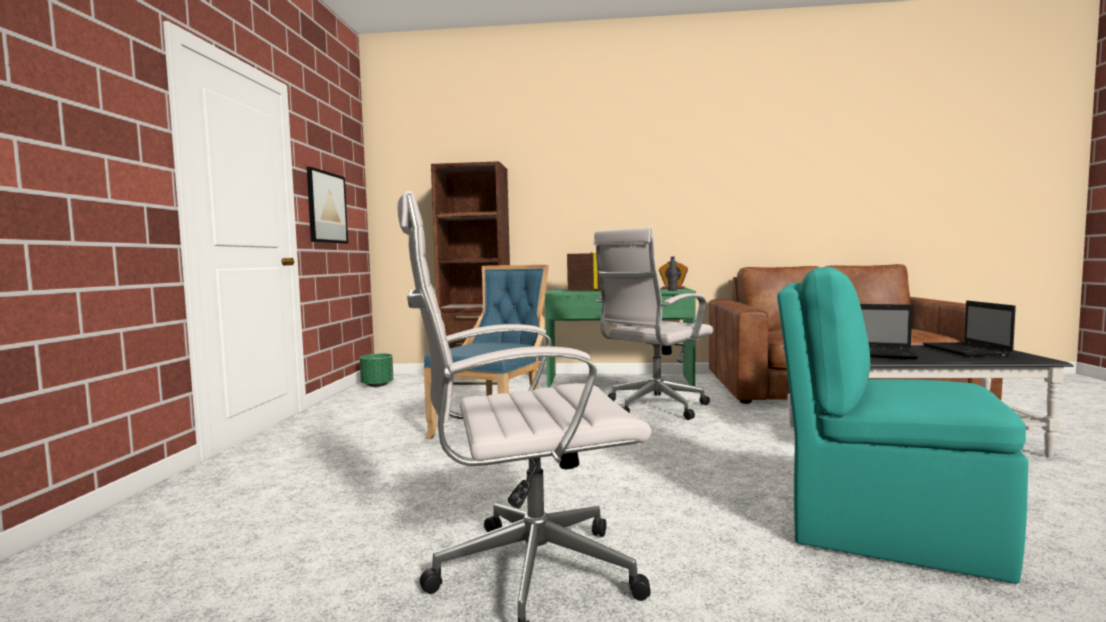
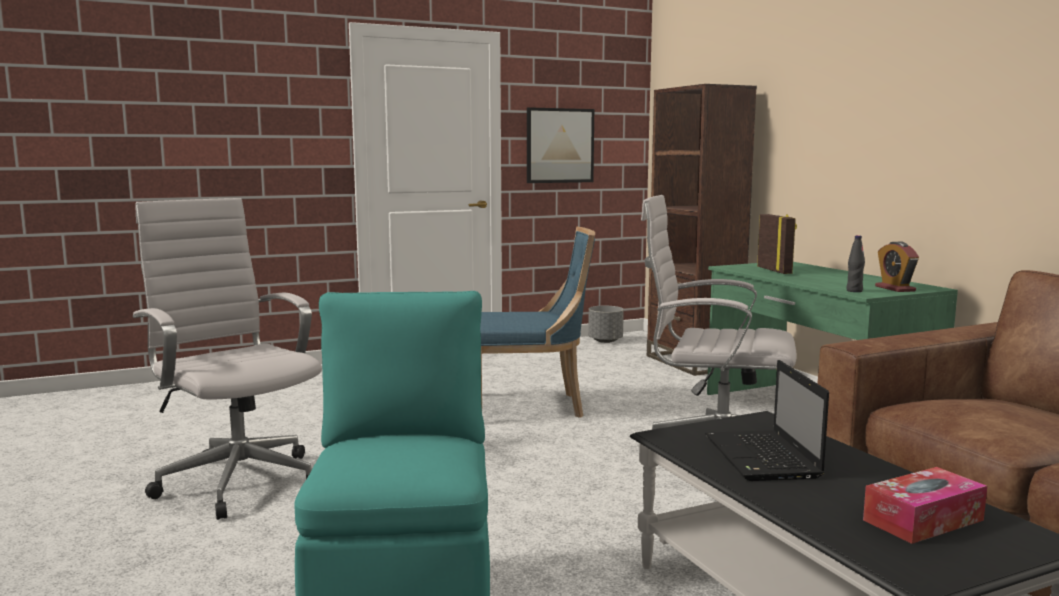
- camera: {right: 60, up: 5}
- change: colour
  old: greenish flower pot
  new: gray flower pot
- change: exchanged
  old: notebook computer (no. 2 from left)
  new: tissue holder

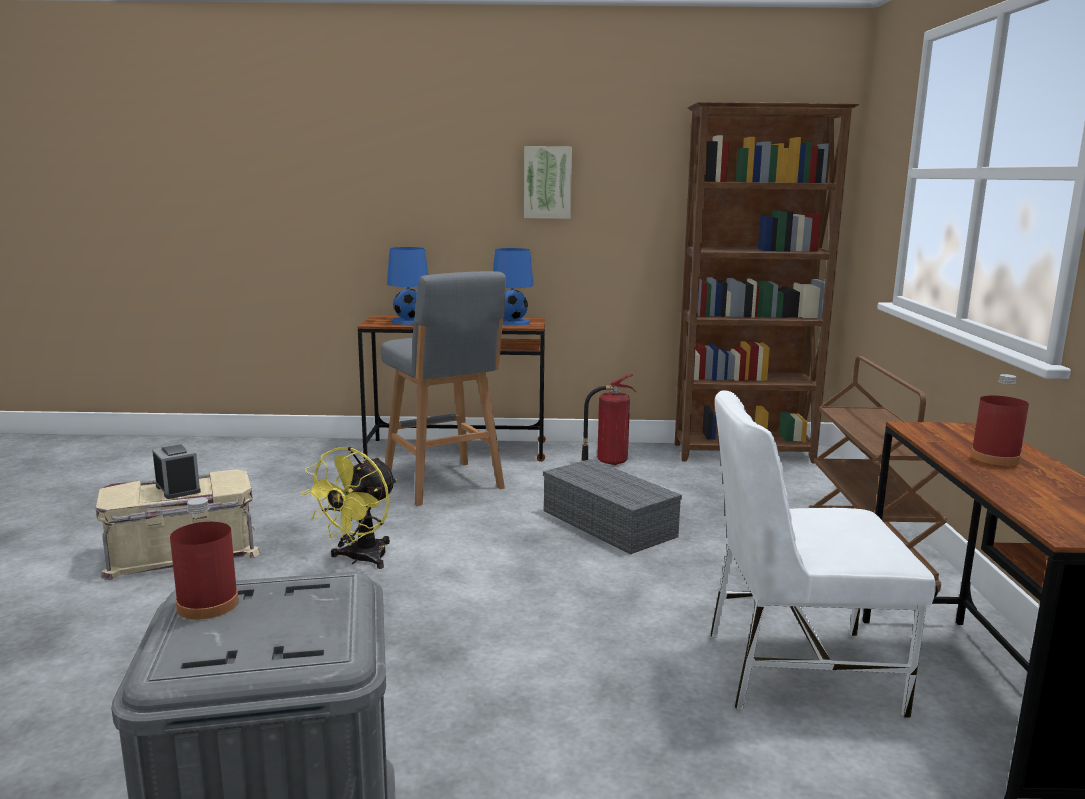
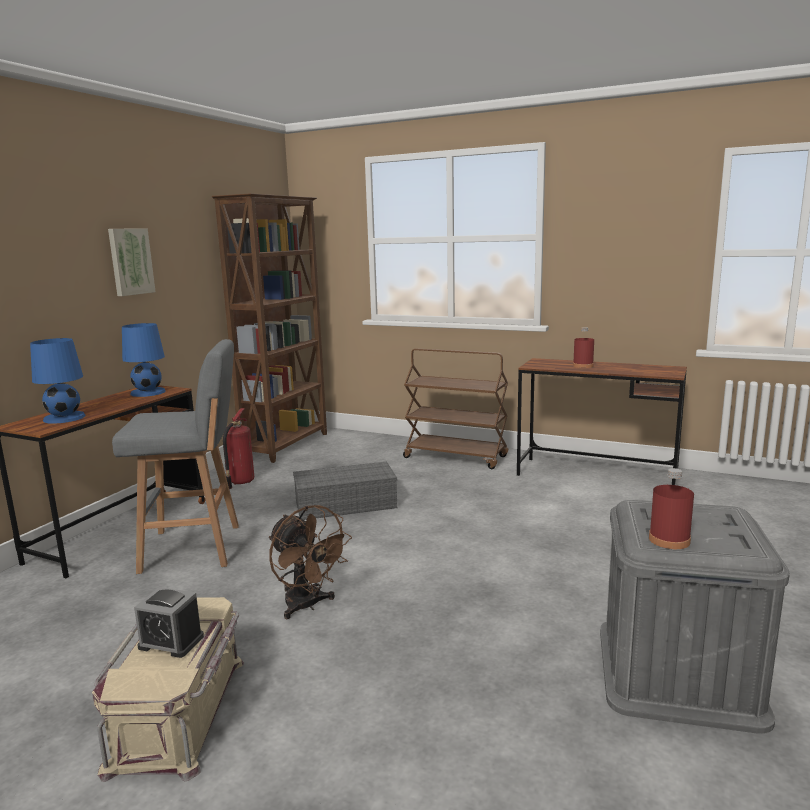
- camera: {right: -65, up: 0}
- change: spun
  old: alarm clock
  degrees: -150
- change: colour
  old: yellow fan
  new: brown-coloured fan
- change: missing
  old: white plain chair

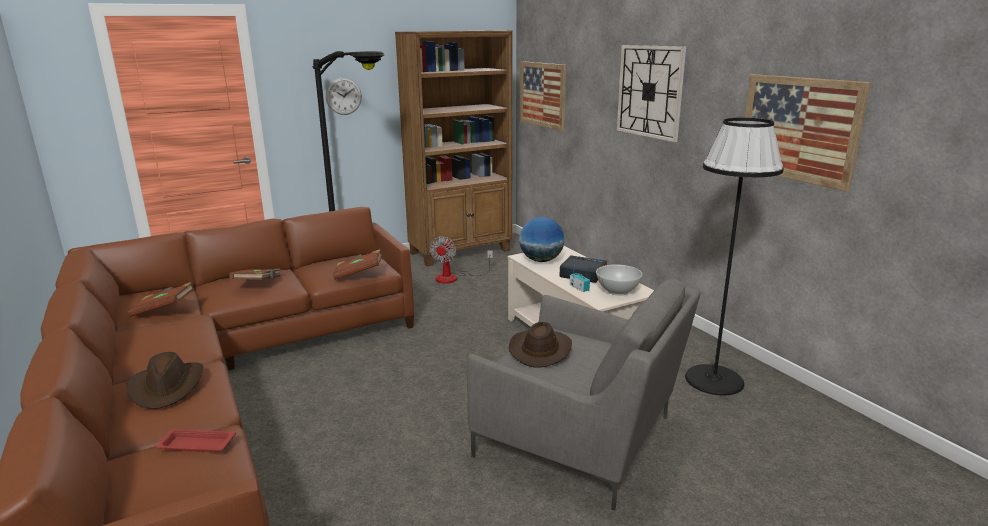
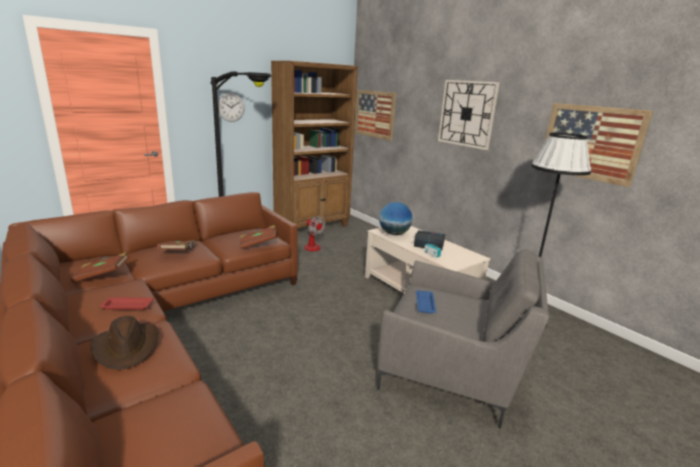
- camera: {right: -10, up: 0}
- change: relocated
  old: reddish serving tray
- change: spun
  old: fan
  degrees: -45
- change: exchanged
  old: brown-coloured hat (no. 2 from left)
  new: blue serving tray
- change: missing
  old: white serving bowl

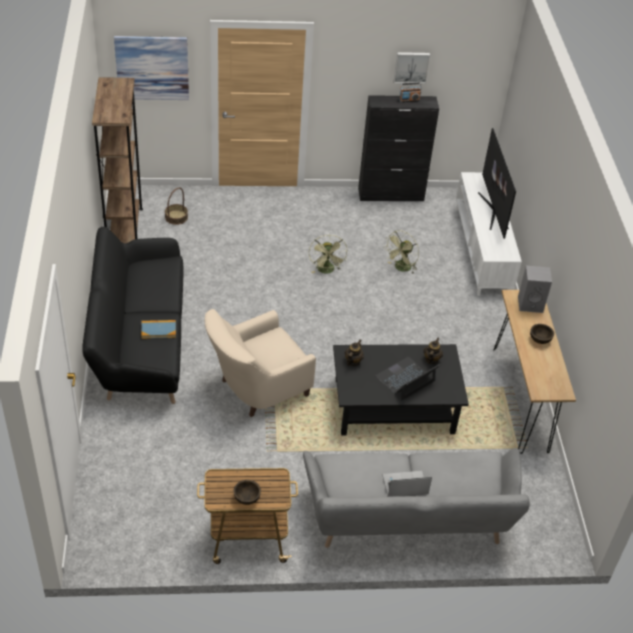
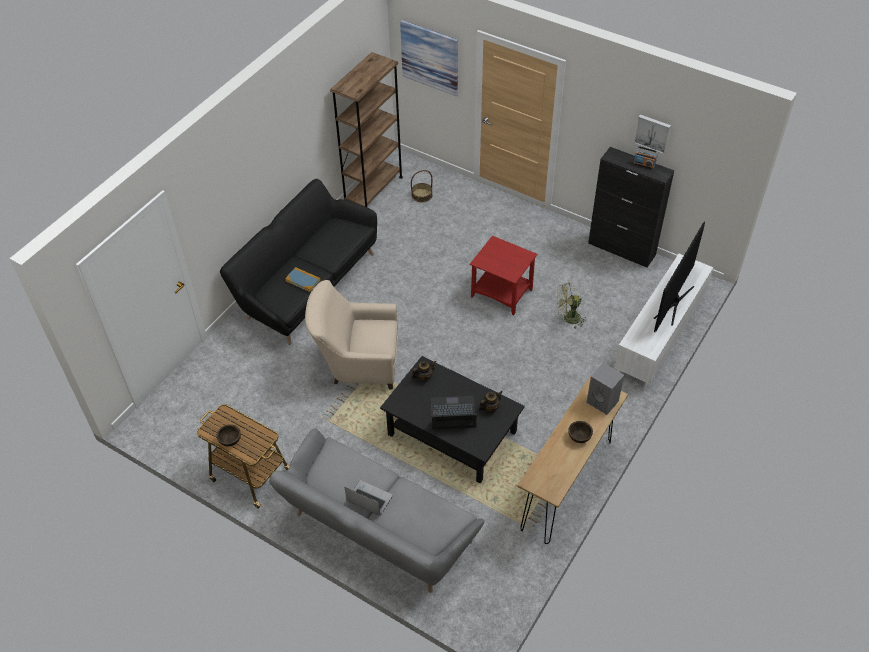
- camera: {right: 40, up: 5}
- change: exchanged
  old: greenish fan (no. 1 from left)
  new: reddish accent table

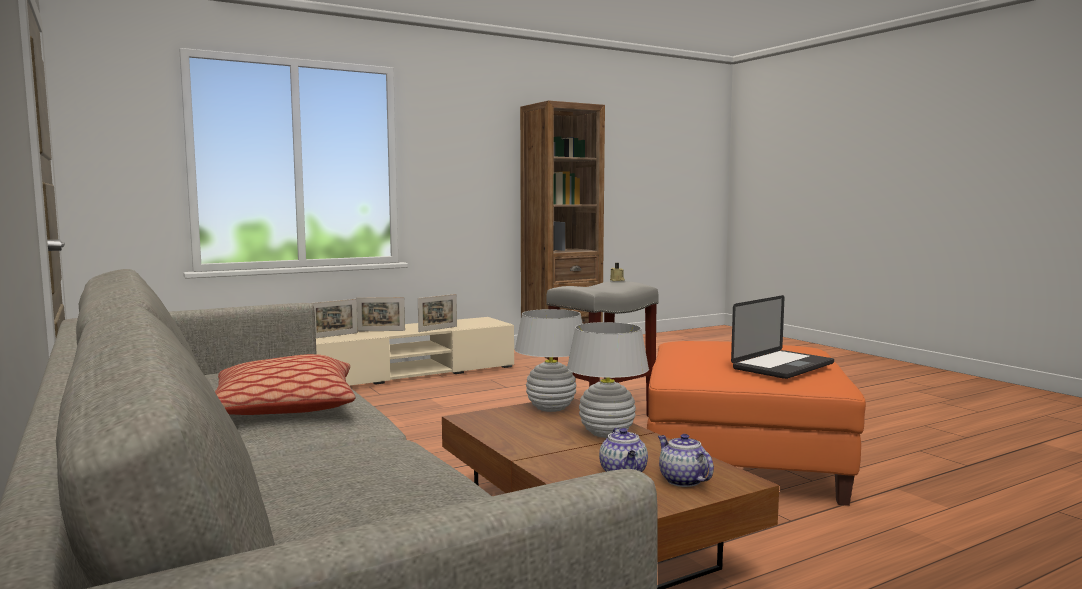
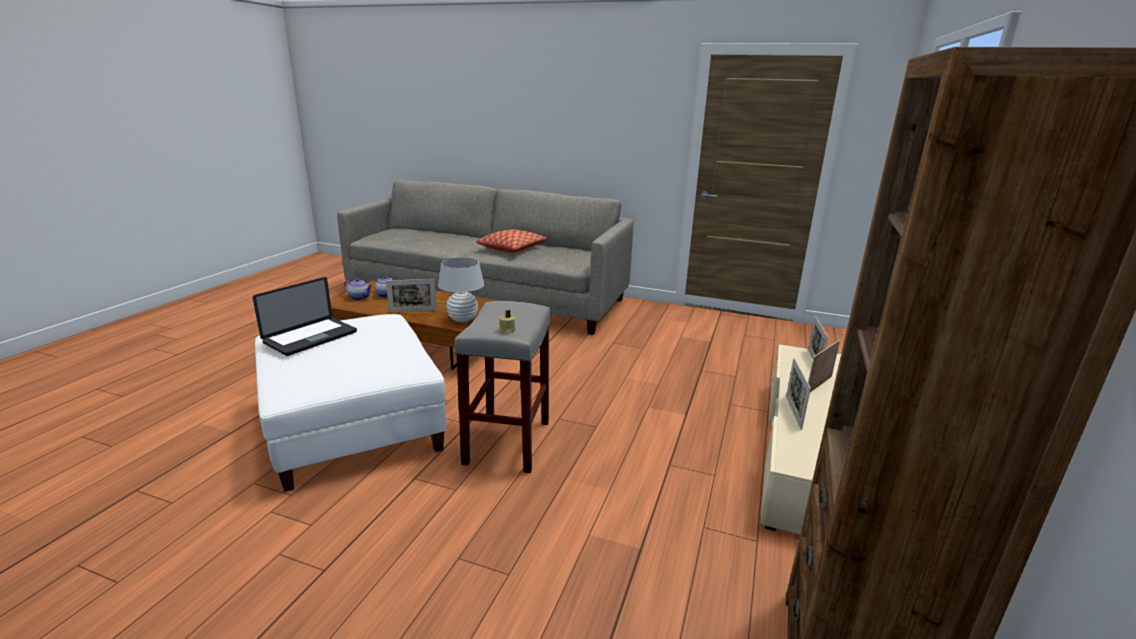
- camera: {right: 140, up: 15}
- change: exchanged
  old: white table lamp (no. 2 from left)
  new: picture frame (no. 1 from left)
- change: colour
  old: orange footrest
  new: white footrest
- change: spun
  old: notebook computer
  degrees: -150

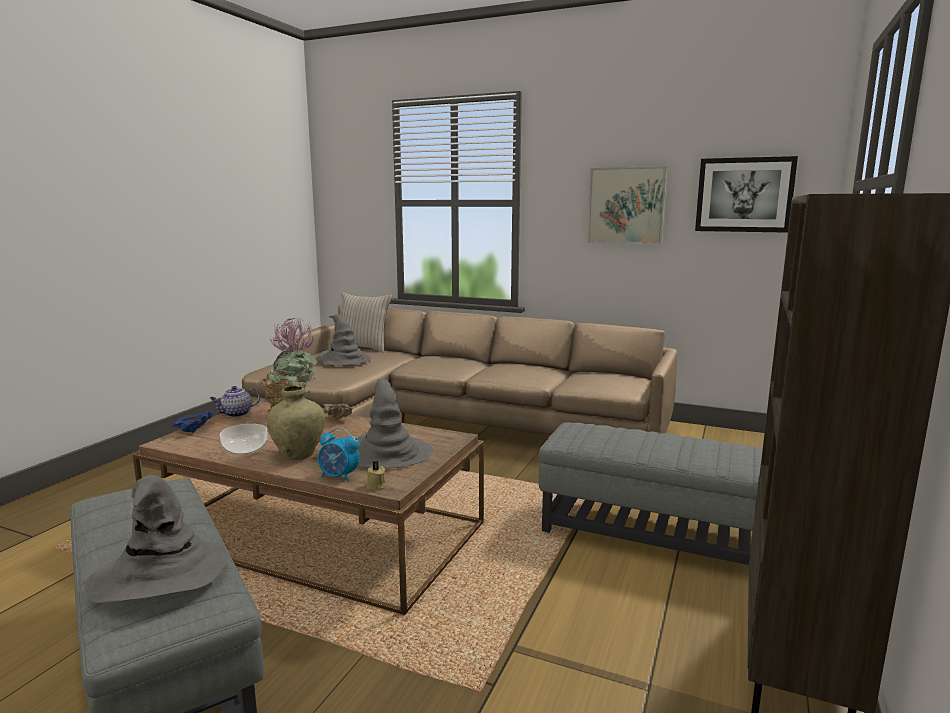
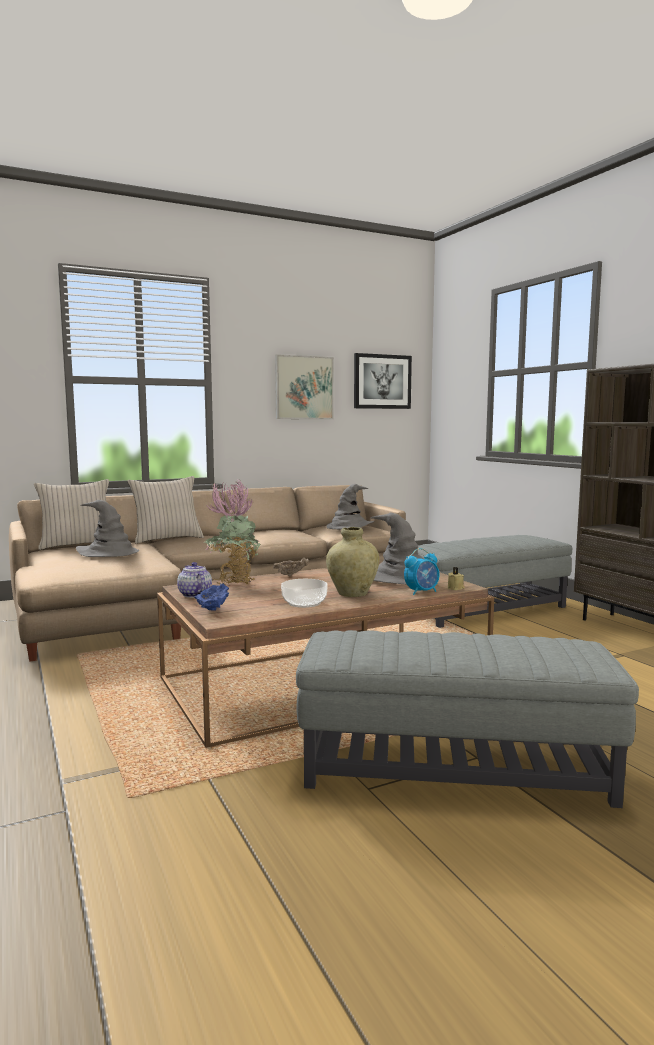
- camera: {right: -50, up: -5}
- change: relocated
  old: gray hat (no. 1 from left in the first image)
  new: gray hat (no. 2 from left)
- change: spun
  old: teapot
  degrees: 150
- change: appeared
  new: beige-coloured pillow (no. 2 from left)

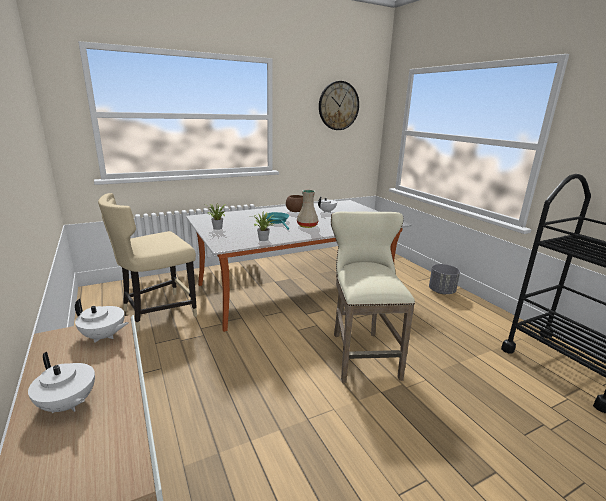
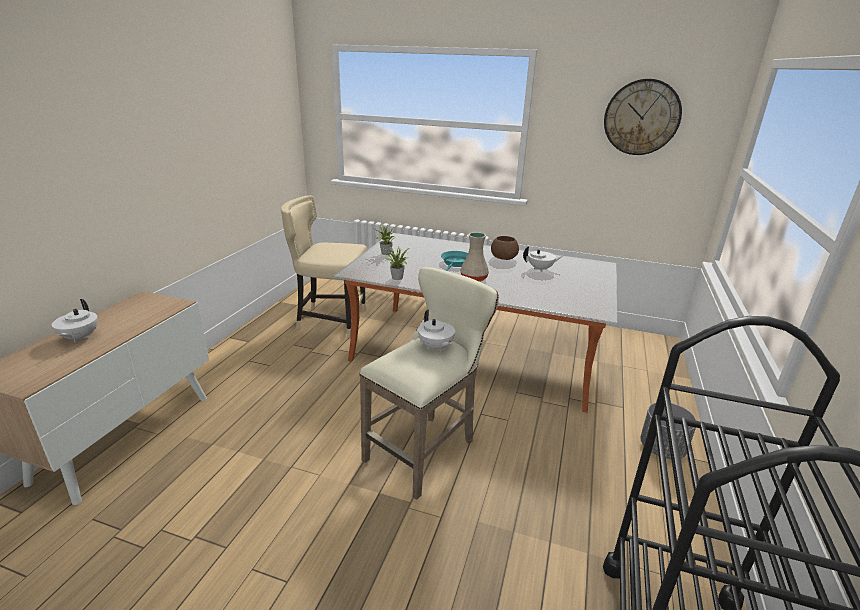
- camera: {right: 45, up: 5}
- change: relocated
  old: white teapot (no. 2 from left)

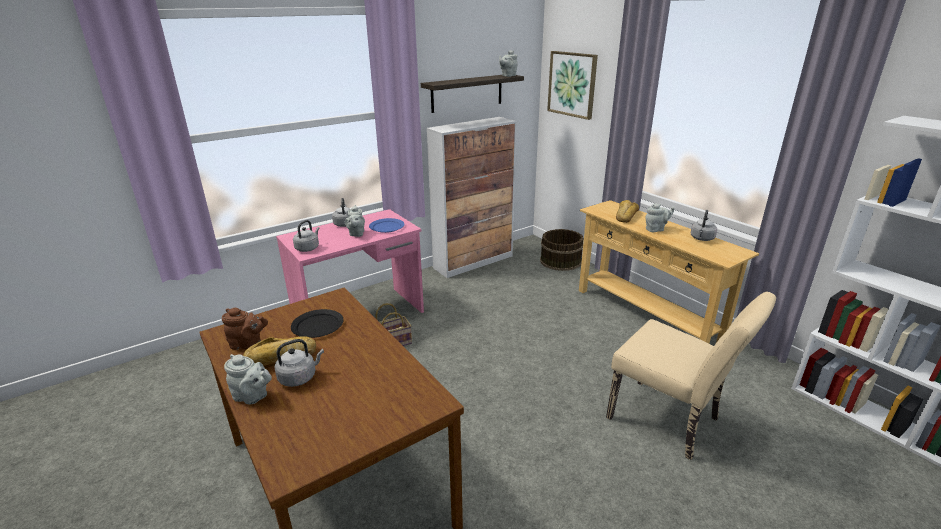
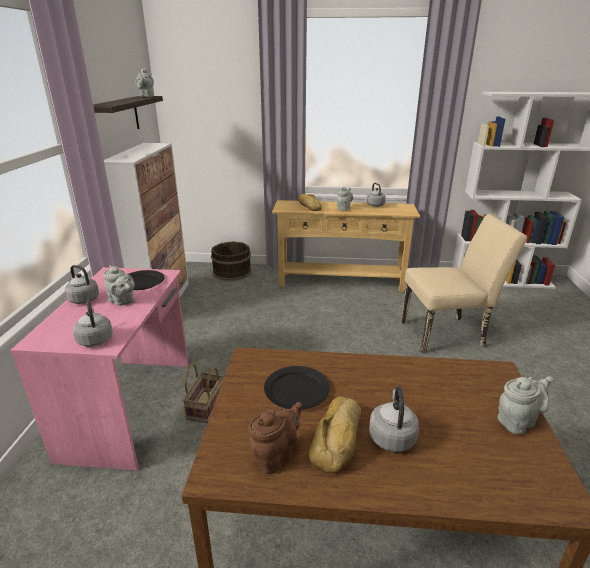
- camera: {right: -50, up: 0}
- change: relocated
  old: gray teapot (no. 1 from left in the first image)
  new: gray teapot (no. 4 from left)
- change: colour
  old: blue flat dish
  new: black-coloured flat dish (no. 1 from left)
- change: missing
  old: wall art

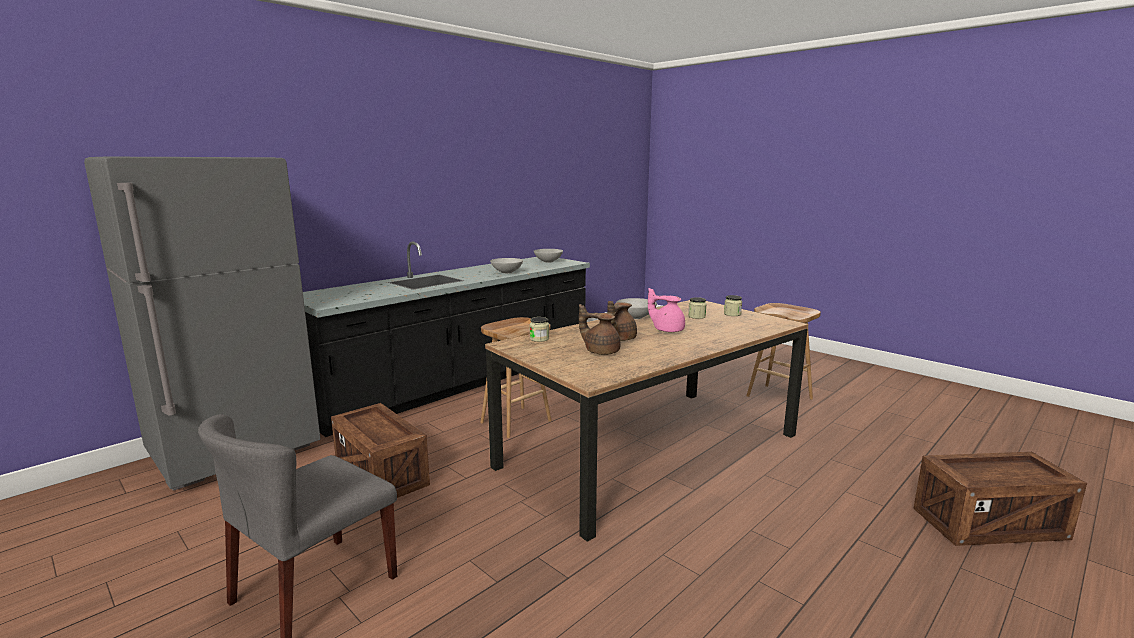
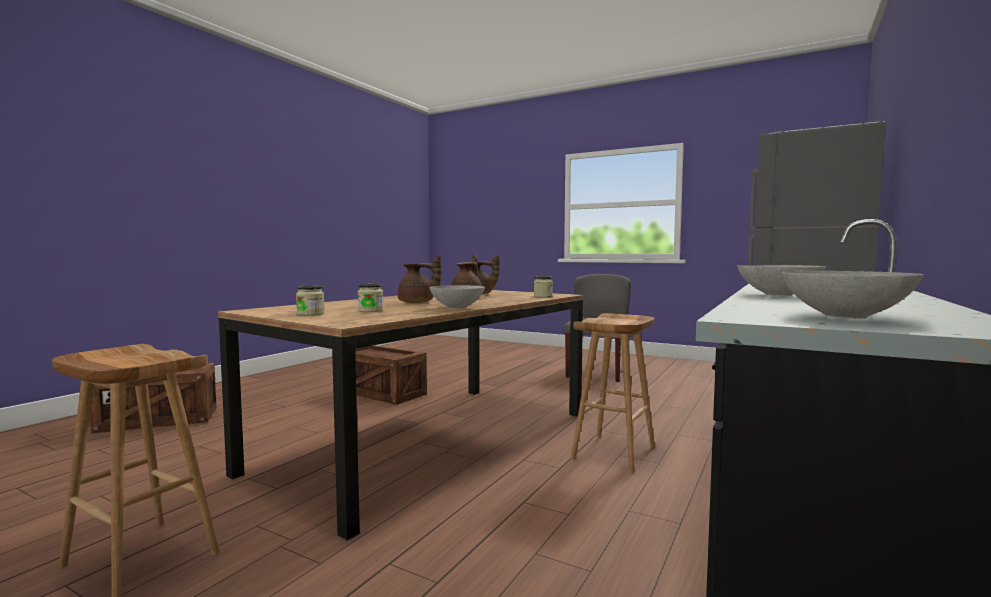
- camera: {right: 165, up: -10}
- change: relocated
  old: shipping crate (no. 1 from left in the first image)
  new: shipping crate (no. 2 from left)
- change: colour
  old: pinkish teapot
  new: brown-coloured teapot (no. 1 from left)

